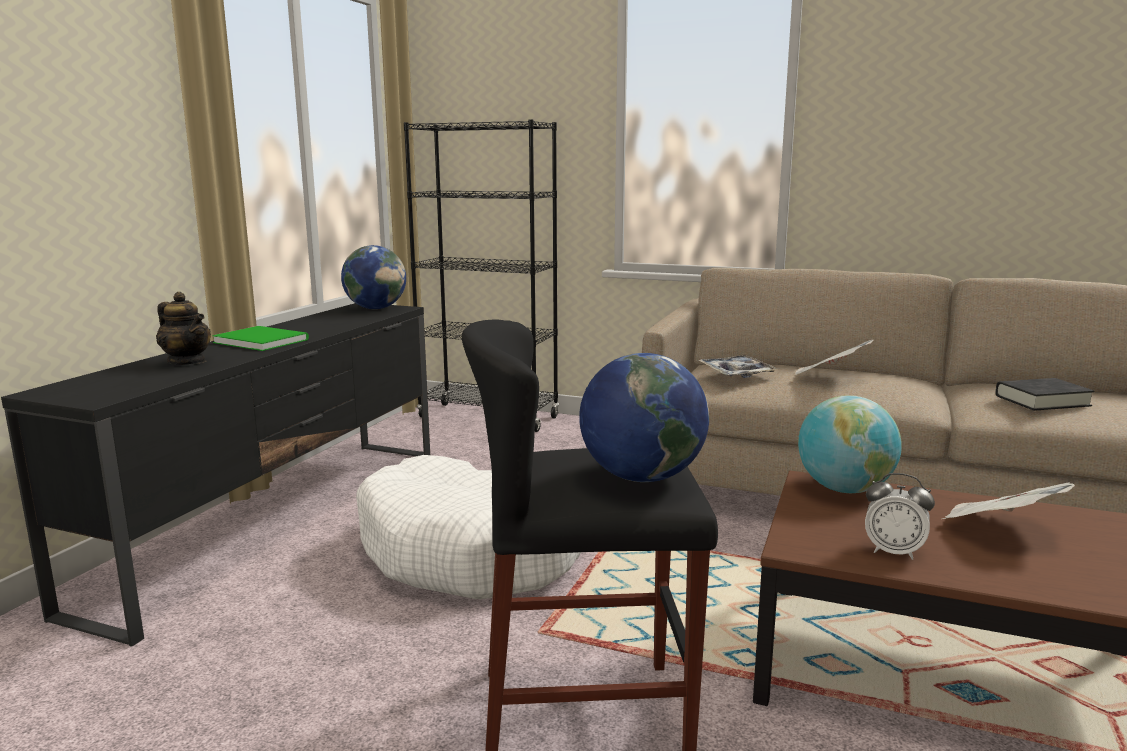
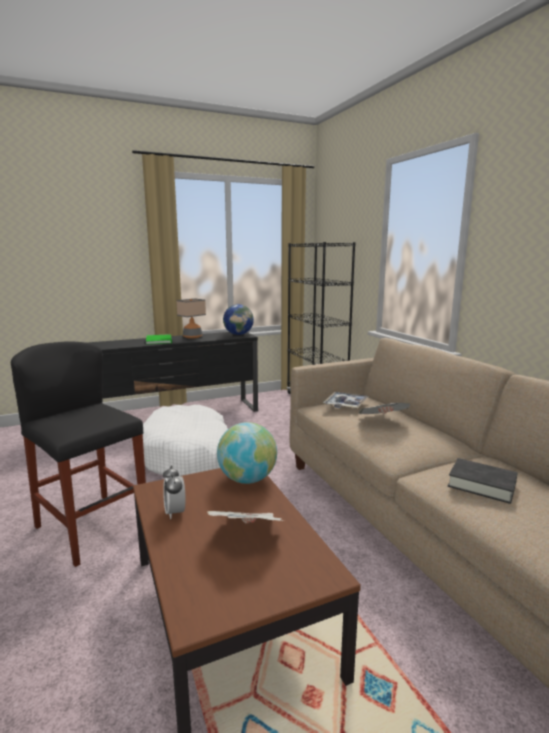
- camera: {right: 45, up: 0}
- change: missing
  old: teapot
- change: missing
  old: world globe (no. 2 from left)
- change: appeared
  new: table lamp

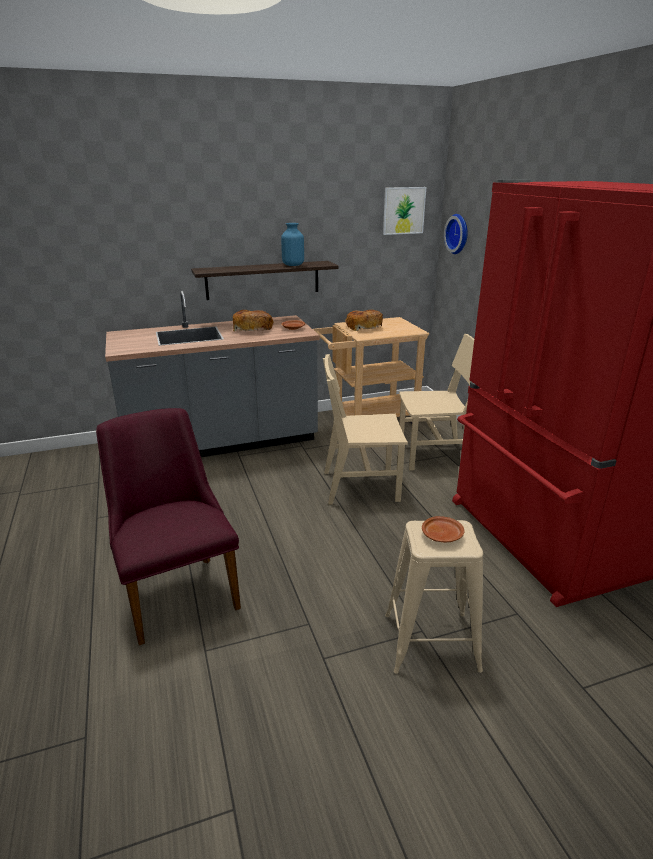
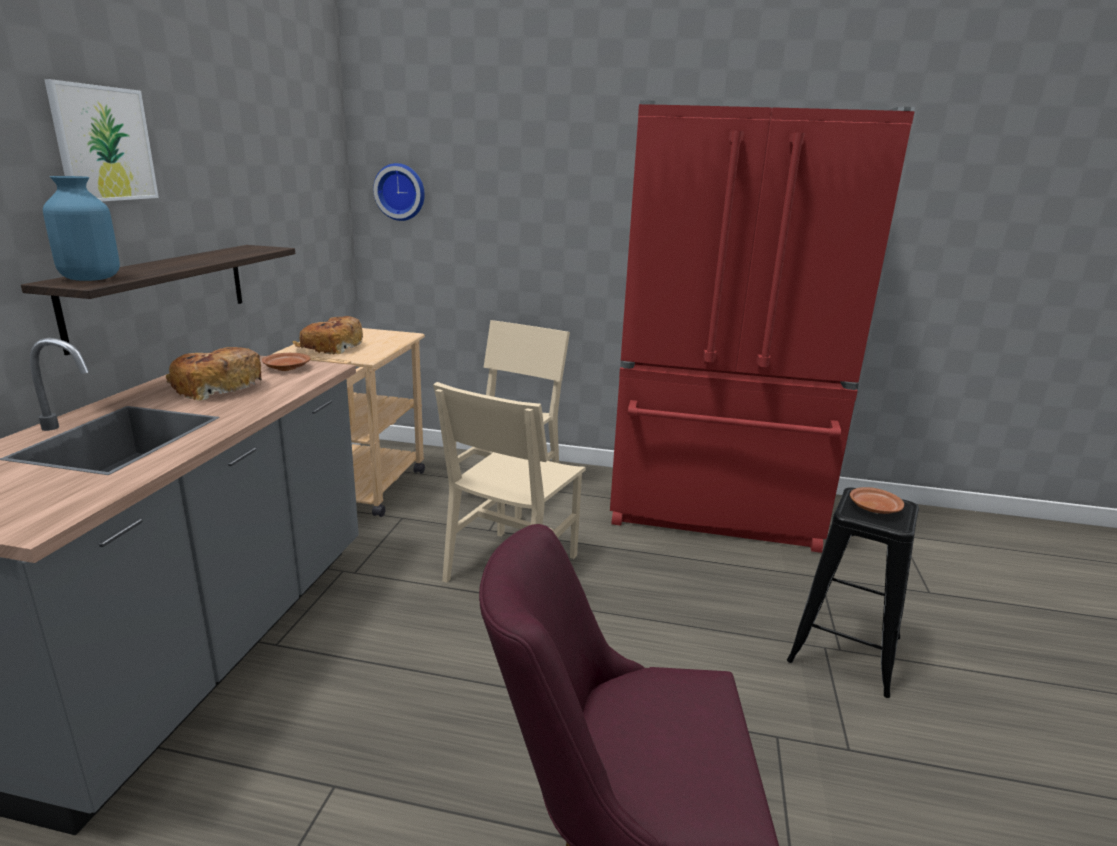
- camera: {right: -60, up: -5}
- change: relocated
  old: blue flower vase
- change: relocated
  old: wall art
- change: colour
  old: beige-coloured stool seat
  new: black-coloured stool seat

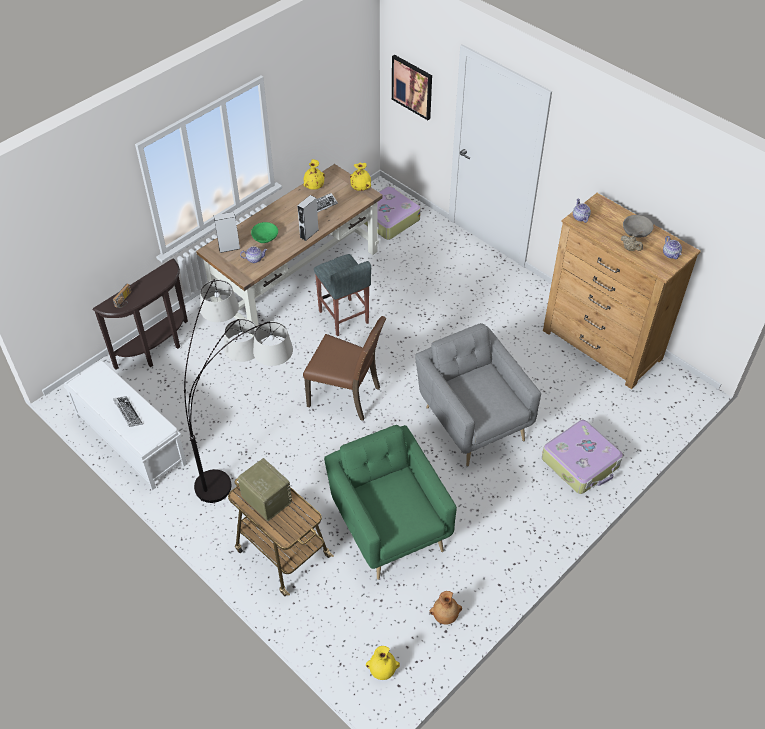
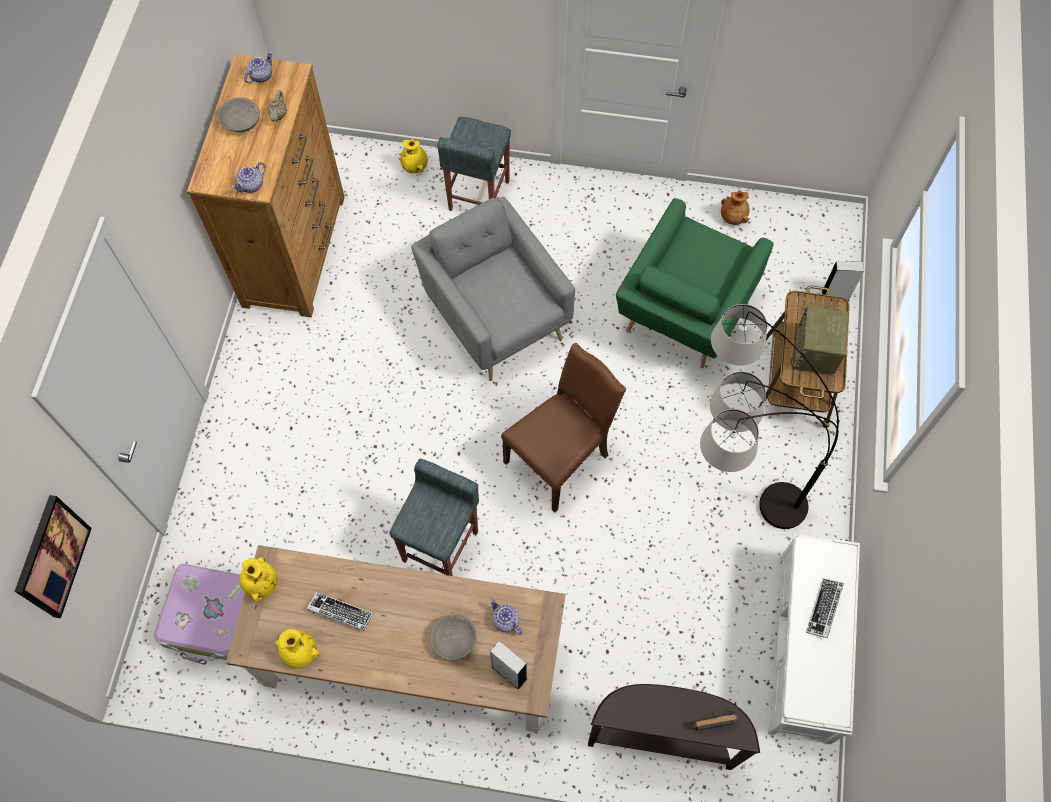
- camera: {right: -125, up: 15}
- change: colour
  old: greenish serving bowl
  new: gray serving bowl (no. 2 from left)
- change: relocated
  old: gray loudspeaker (no. 2 from left)
- change: spun
  old: brown-coloured plain chair
  degrees: 60
- change: relocated
  old: yellow flower vase (no. 3 from left)
- change: spun
  old: gray lounge chair
  degrees: 120
- change: exchanged
  old: suitcase (no. 2 from left)
  new: gray stool seat (no. 2 from left)

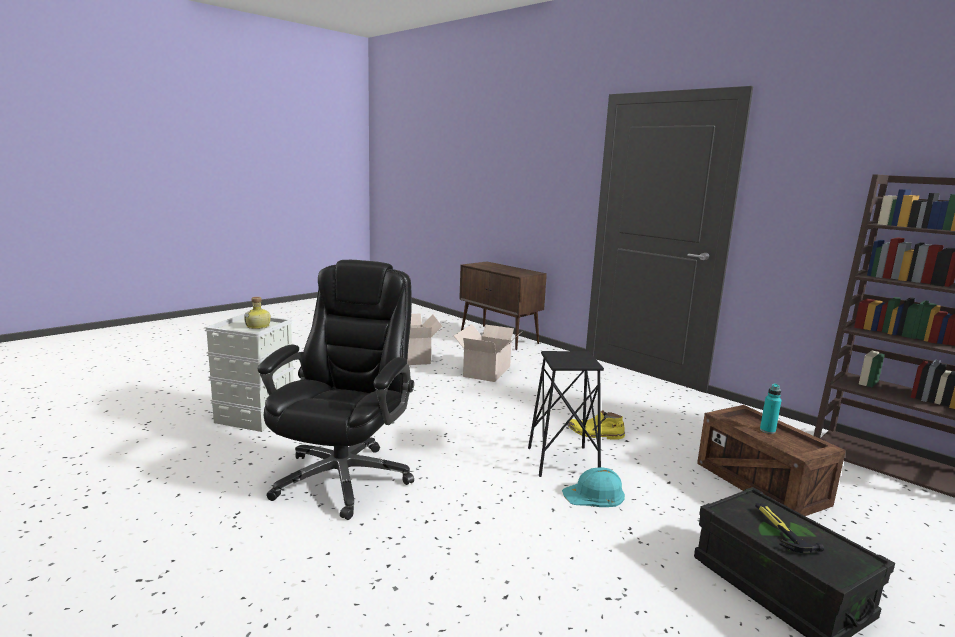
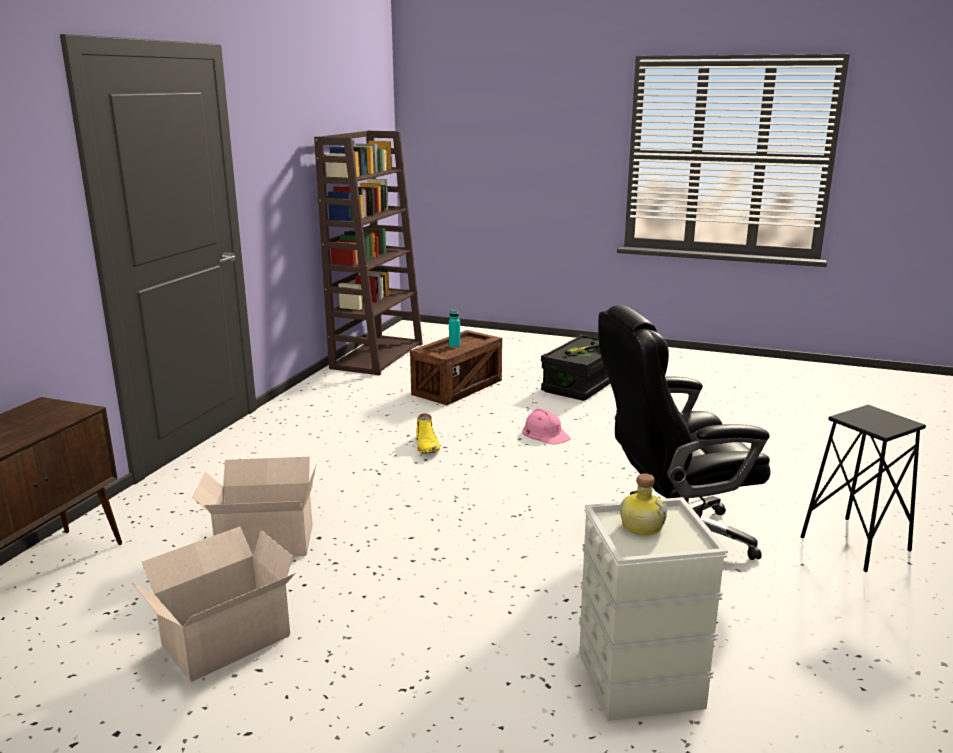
- camera: {right: -115, up: 5}
- change: relocated
  old: black-coloured stool seat
- change: colour
  old: turquoise-coloured hard hat
  new: pinkish hard hat

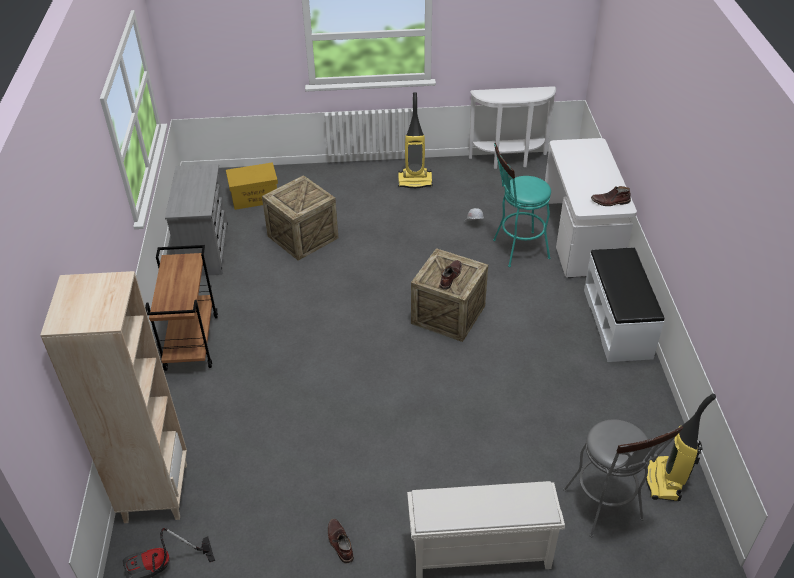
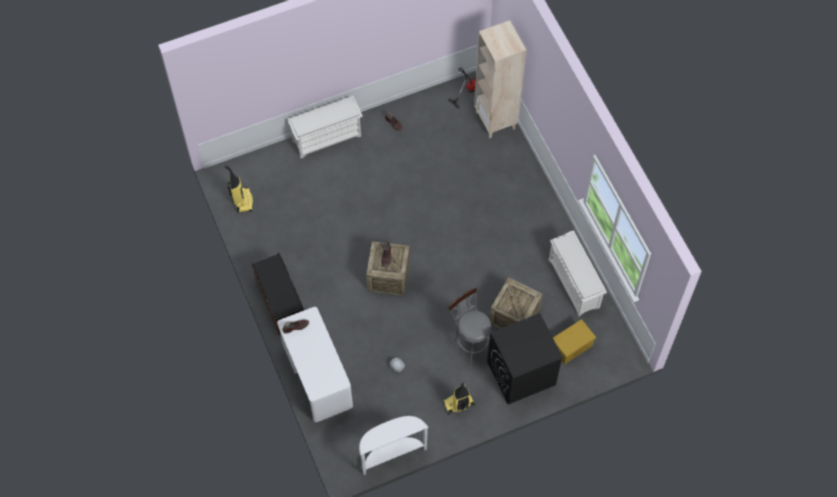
- camera: {right: 160, up: 20}
- change: missing
  old: brown-coloured cart
- change: exchanged
  old: gray dresser
  new: white shoe rack (no. 2 from left)
- change: missing
  old: turquoise-coloured stool seat
- change: relocated
  old: gray stool seat
- change: colour
  old: white bench
  new: brown-coloured bench
- change: appeared
  new: black-coloured laundry appliance

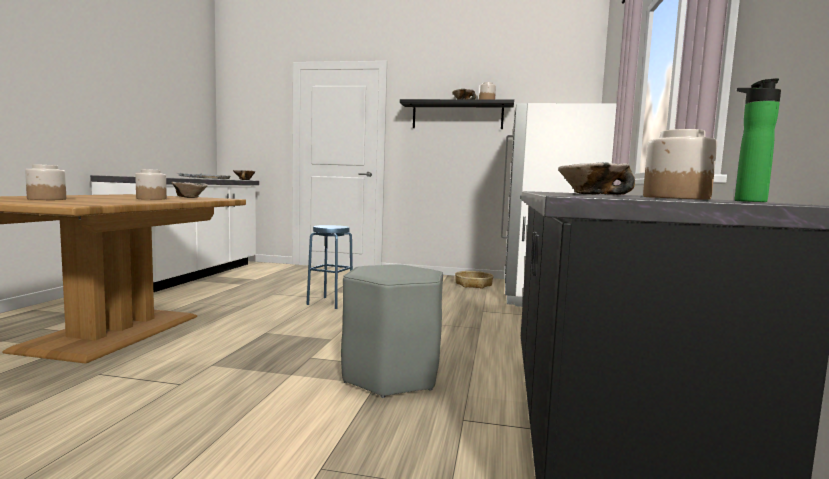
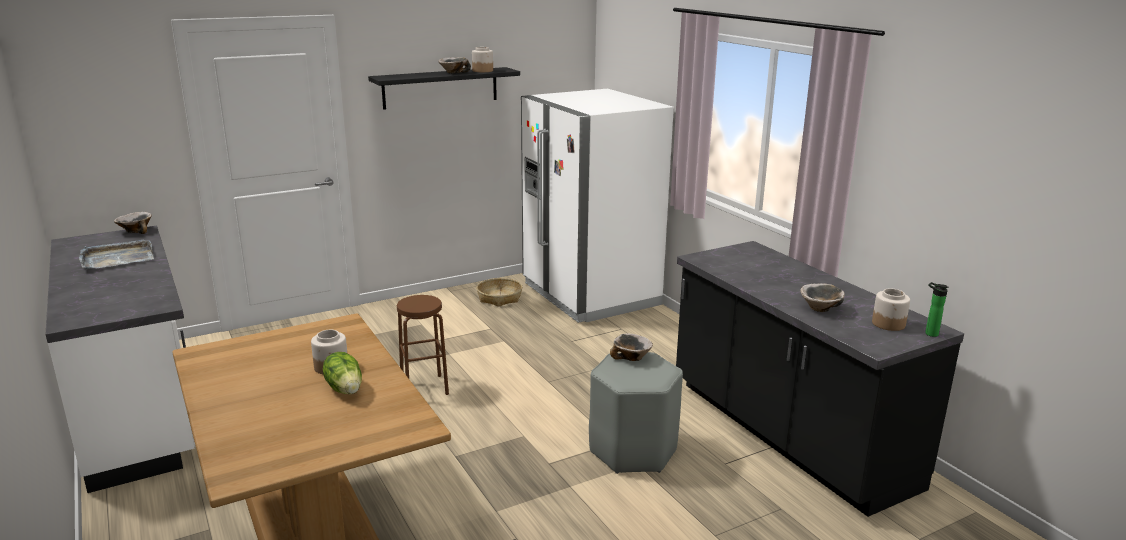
- camera: {right: -40, up: 15}
- change: missing
  old: jar (no. 1 from left)
- change: relocated
  old: serving bowl (no. 1 from left in the first image)
  new: serving bowl (no. 3 from left)
- change: colour
  old: blue stool seat
  new: brown-coloured stool seat
- change: appeared
  new: head of lettuce

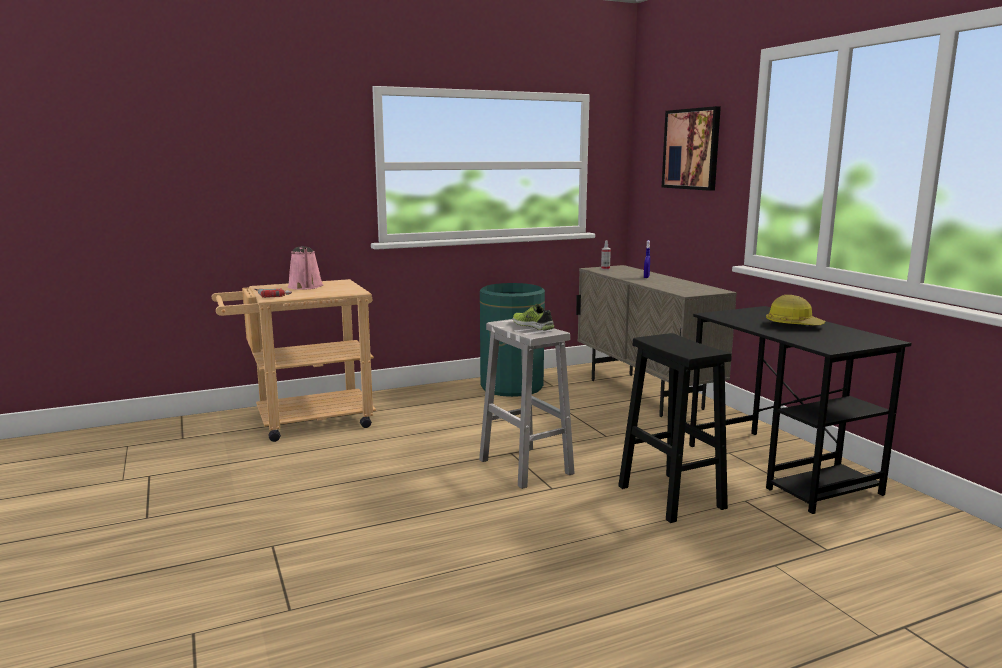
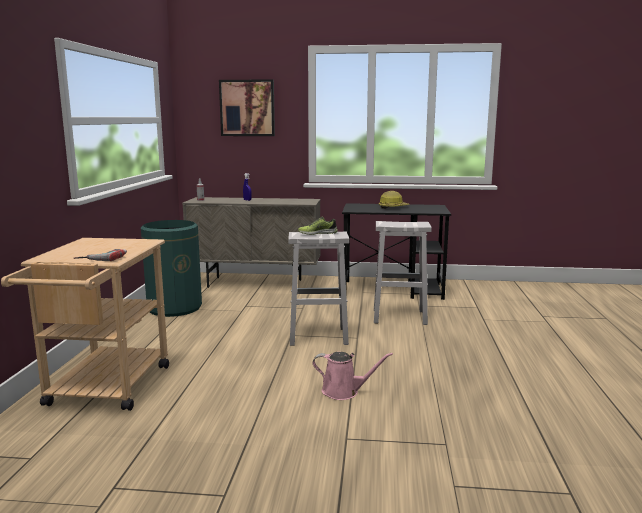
- camera: {right: -60, up: 0}
- change: relocated
  old: pinkish watering pot
- change: colour
  old: black-coloured stool seat
  new: white stool seat (no. 2 from left)

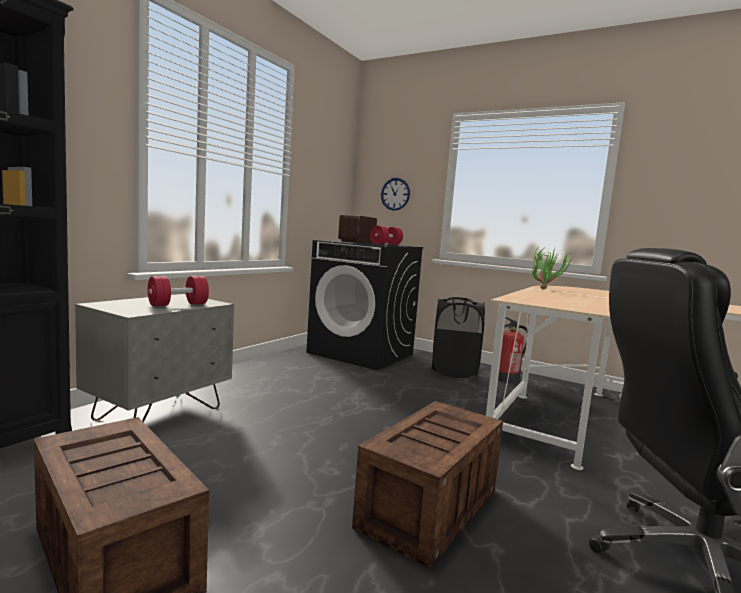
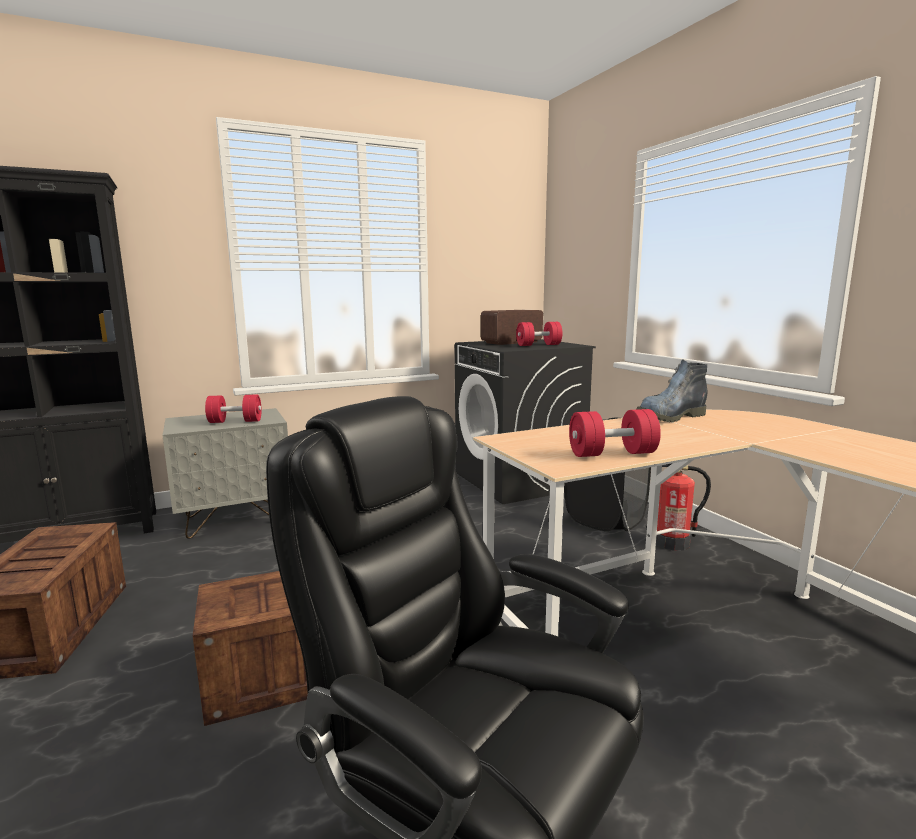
- camera: {right: 35, up: 5}
- change: missing
  old: wall clock
- change: exchanged
  old: houseplant
  new: boot
- change: appeared
  new: reddish dumbbell (no. 3 from left)

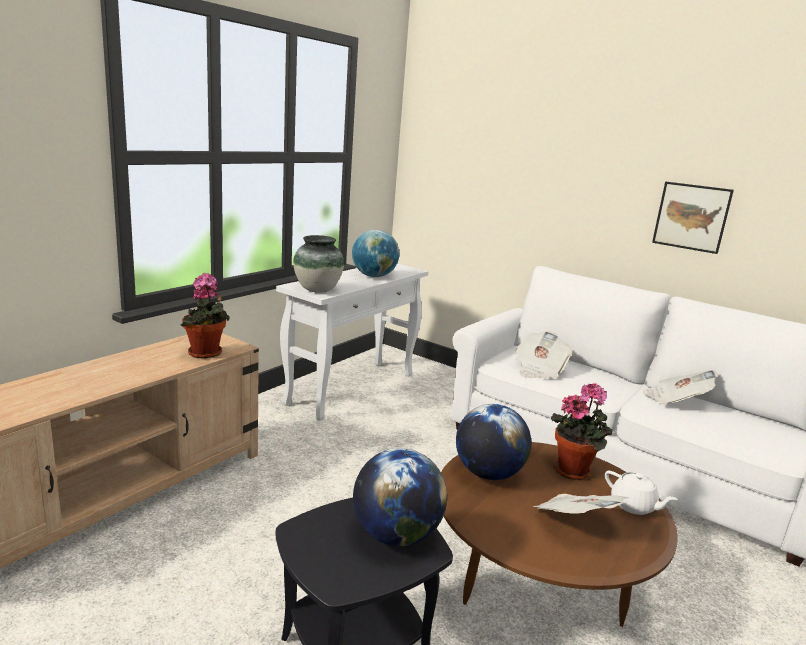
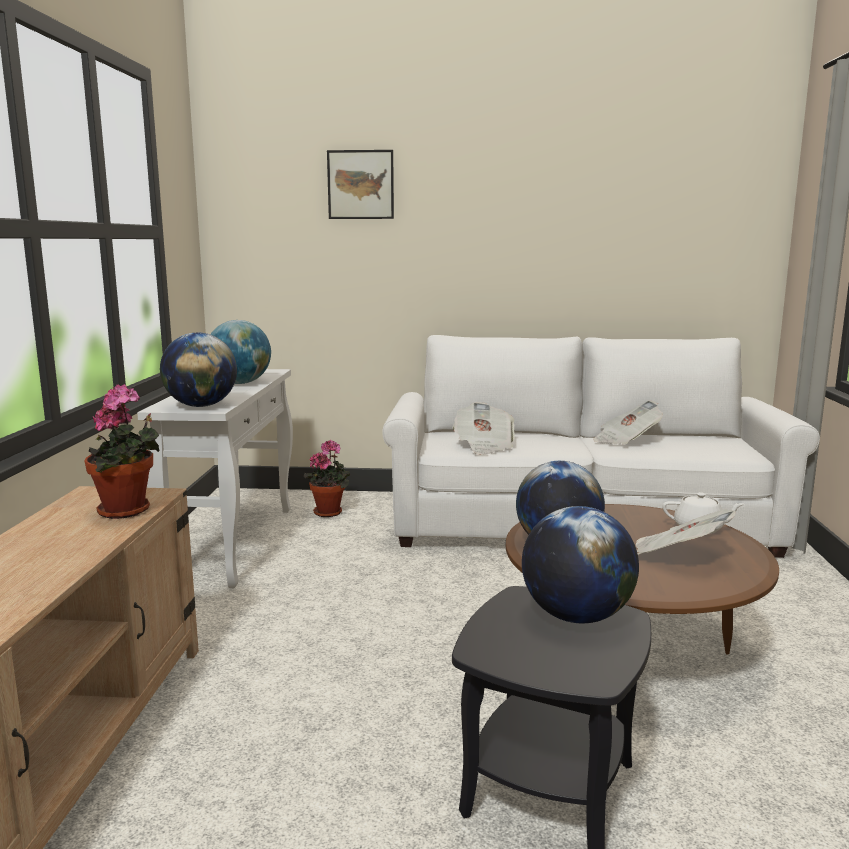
- camera: {right: -30, up: -5}
- change: exchanged
  old: flower vase
  new: world globe (no. 1 from left)
- change: relocated
  old: houseplant (no. 2 from left)
- change: relocated
  old: wall art

